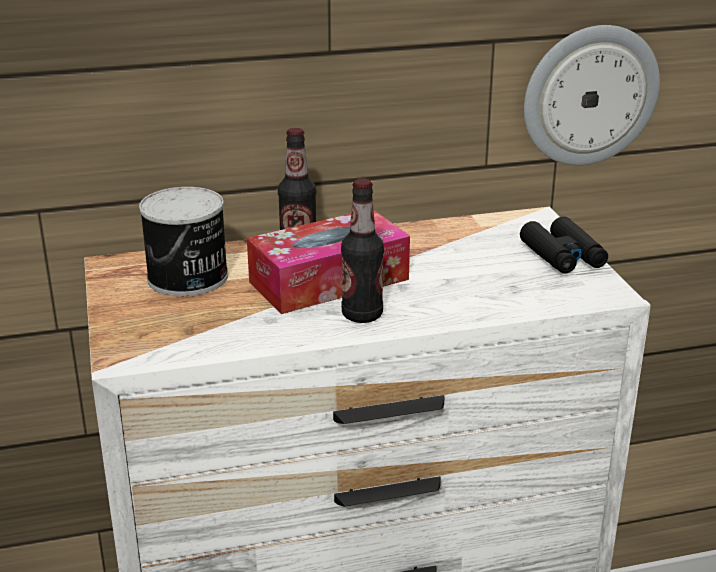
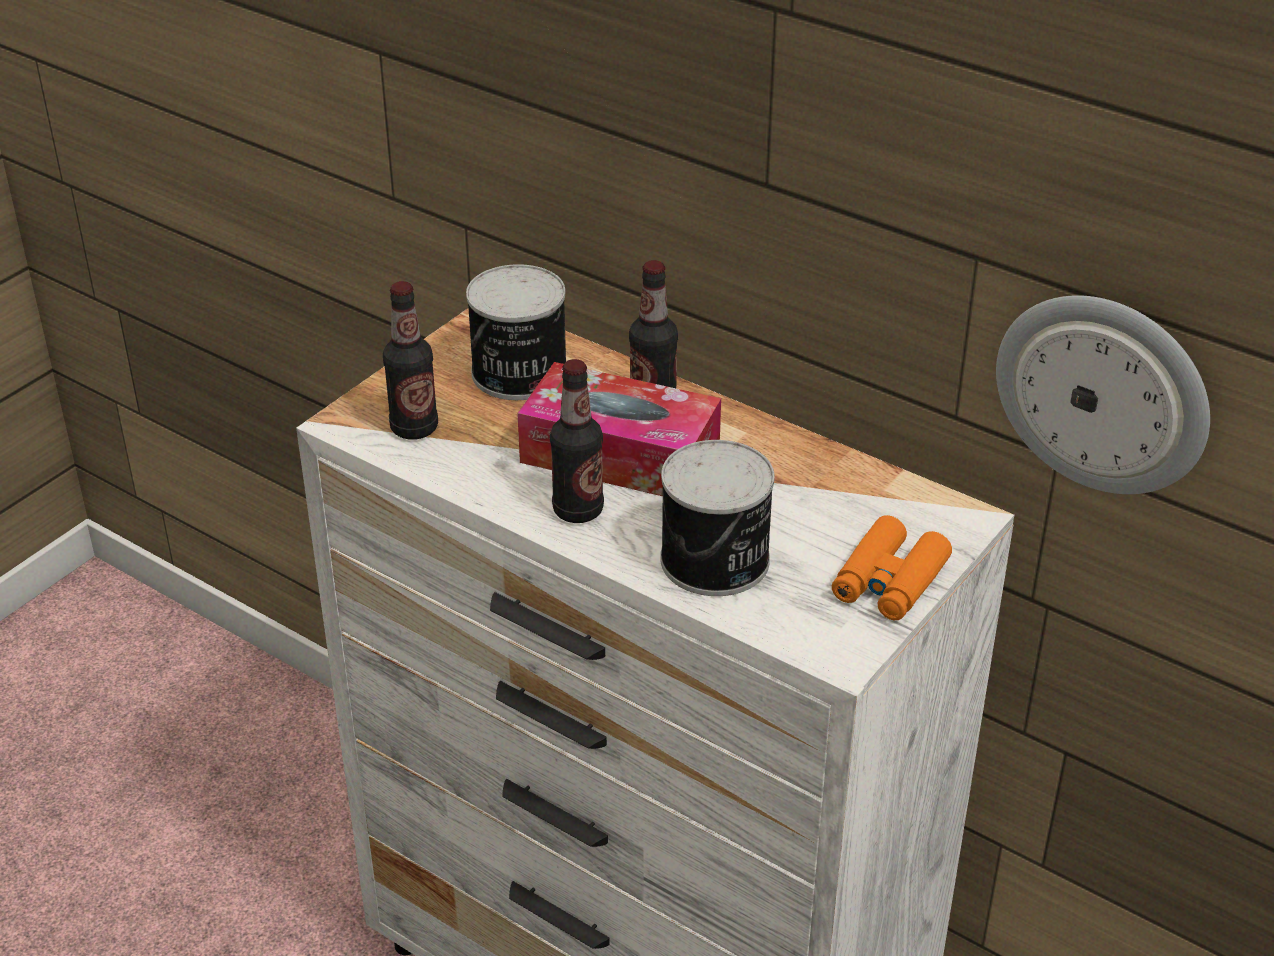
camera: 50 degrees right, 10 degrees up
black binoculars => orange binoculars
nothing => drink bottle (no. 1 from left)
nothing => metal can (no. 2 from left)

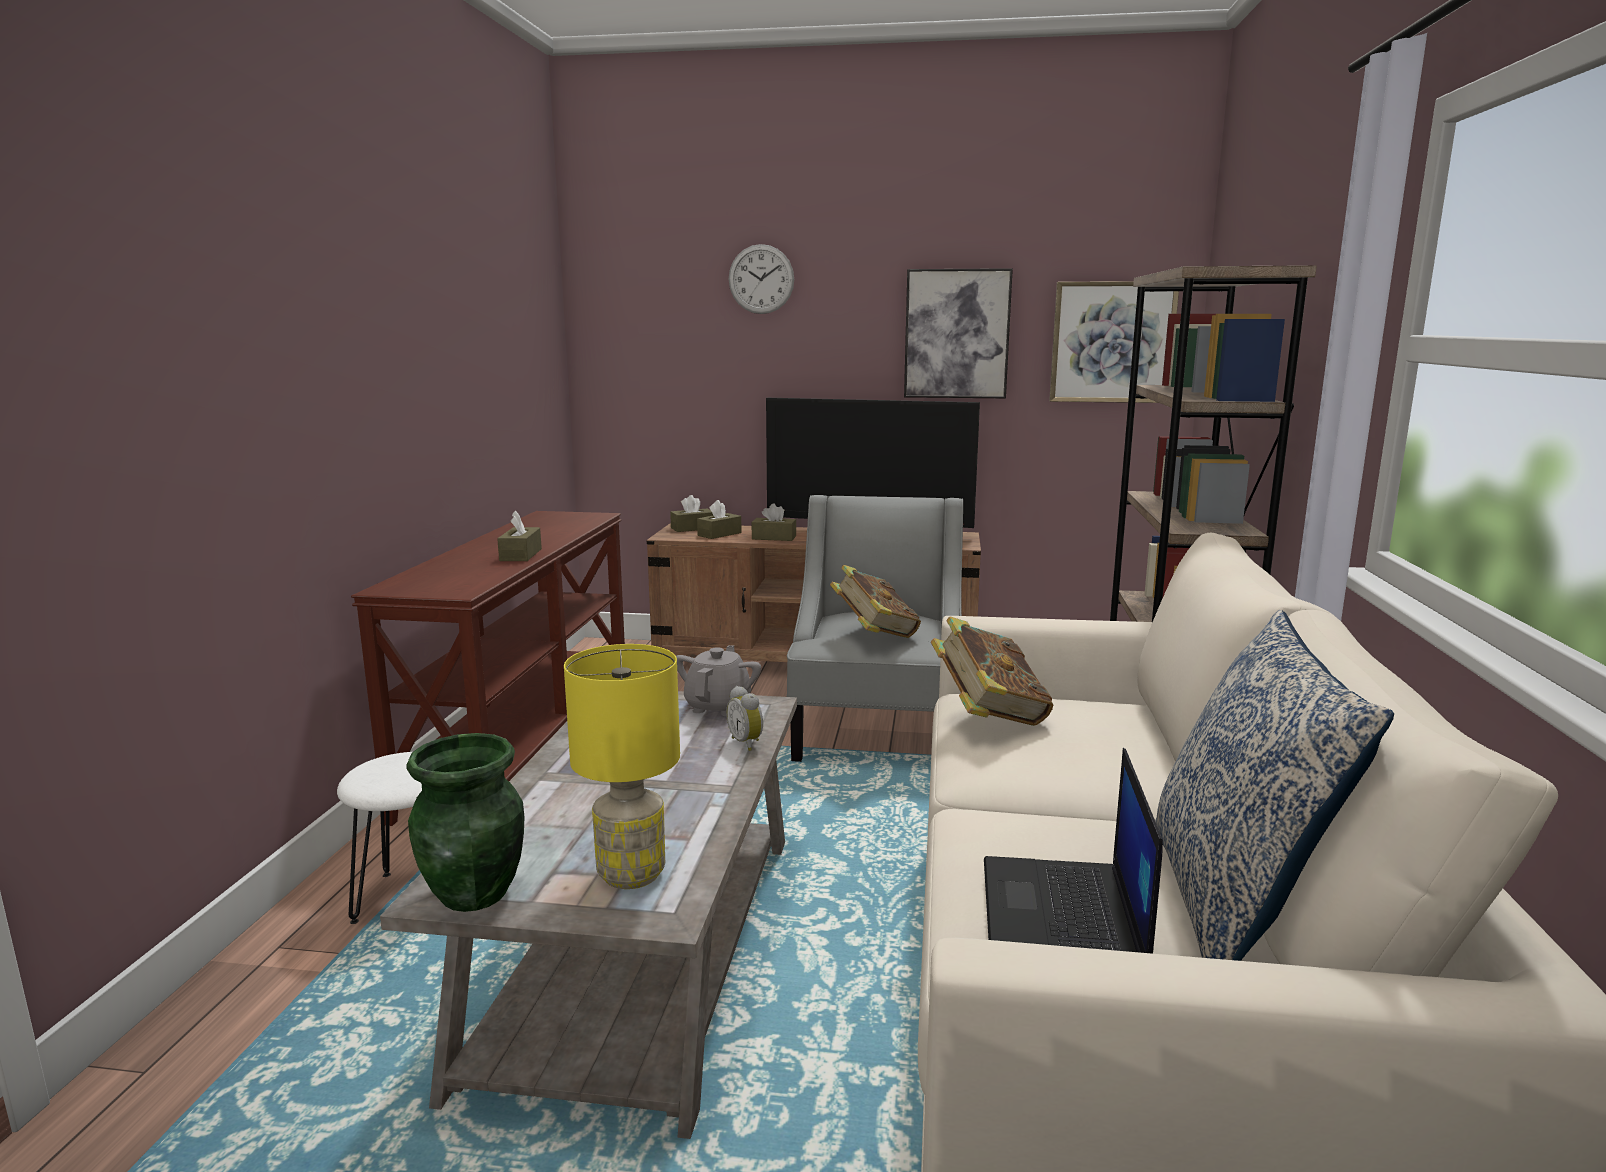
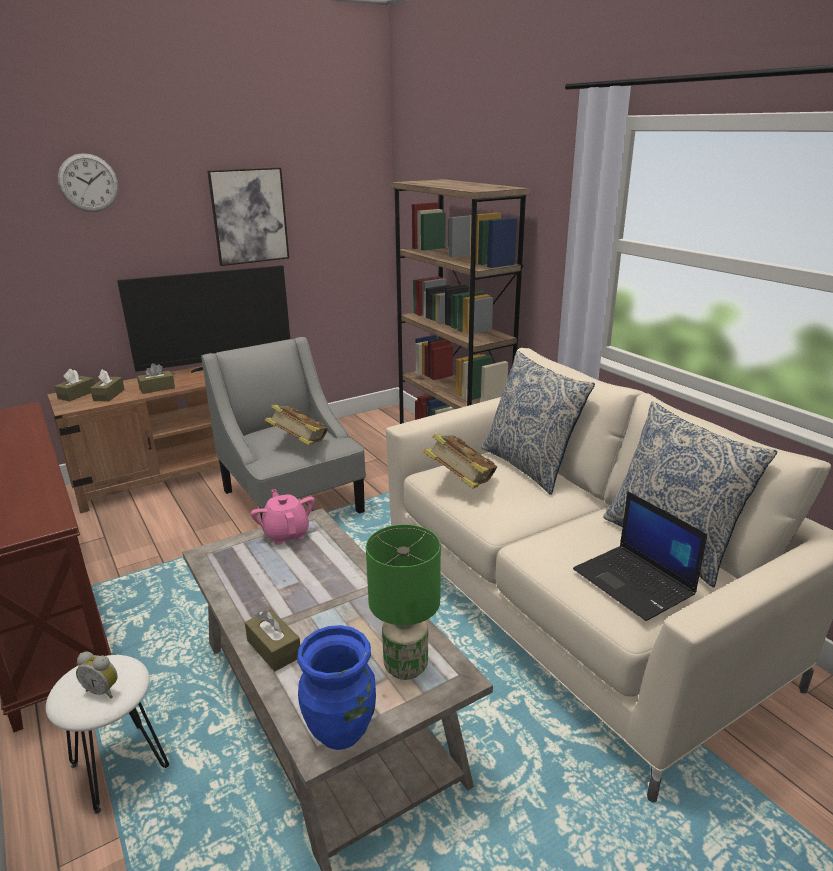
camera: 40 degrees left, 10 degrees up
green vase => blue-coloured vase
brown-coloured box of tissues (no. 1 from left in the first image) => brown-coloured box of tissues (no. 4 from left), shifted
yellow lamp for a table => green lamp for a table
gray pot for tea => pinkish pot for tea
table clock, shifted
picture (no. 2 from left) => nothing
nothing => cushion (no. 1 from left)

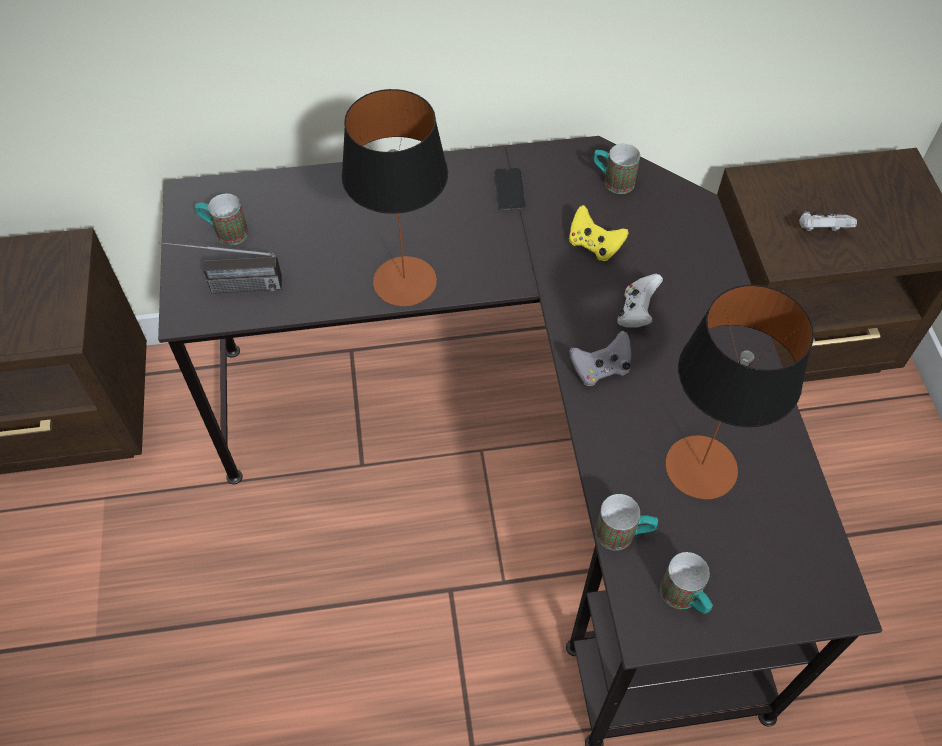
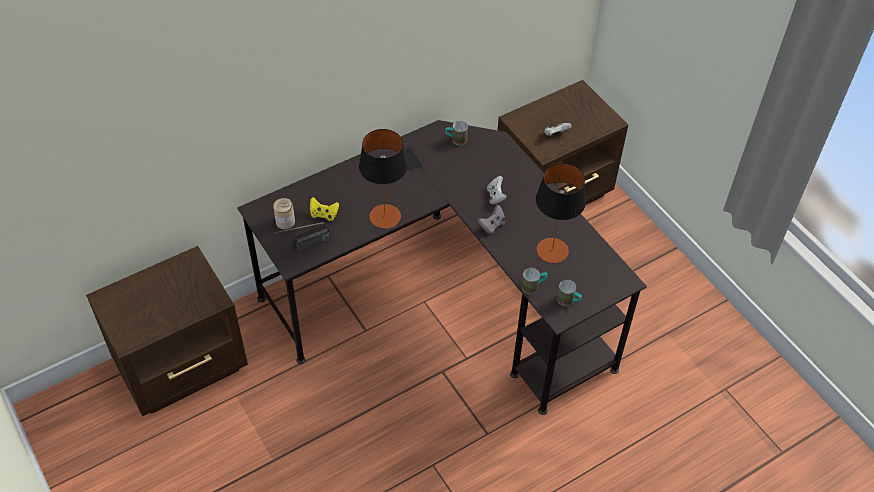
camera: 25 degrees left, 5 degrees down
mug (no. 1 from left) => metal can
yellow gamepad, shifted

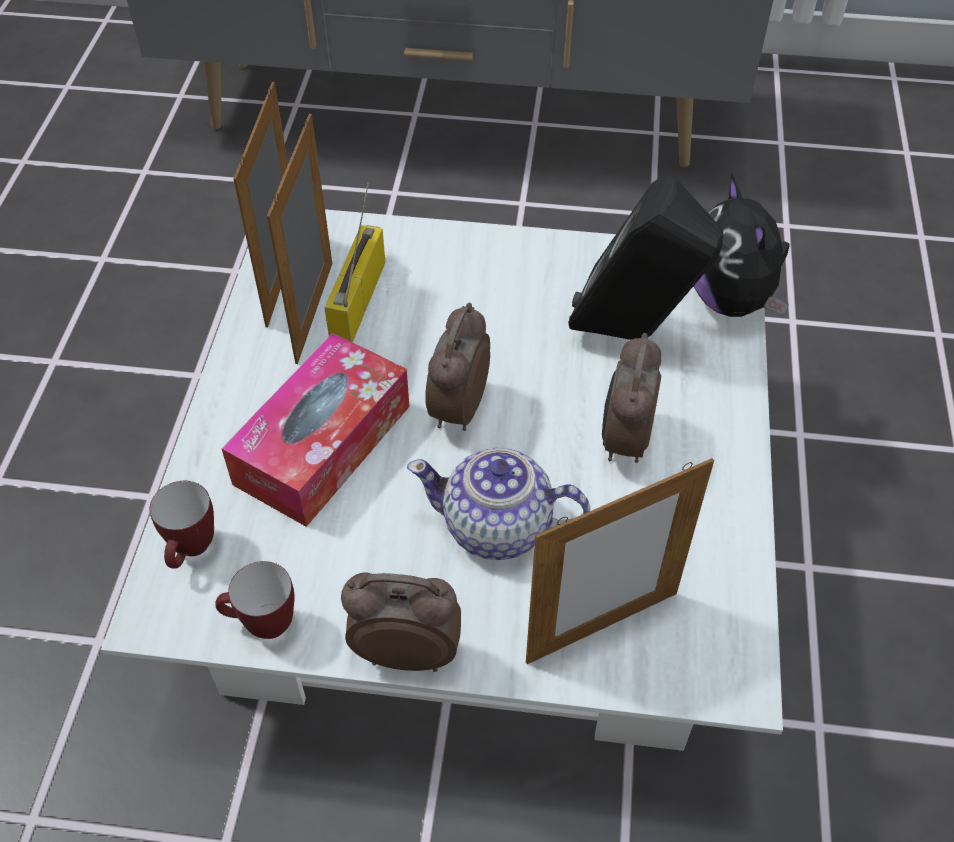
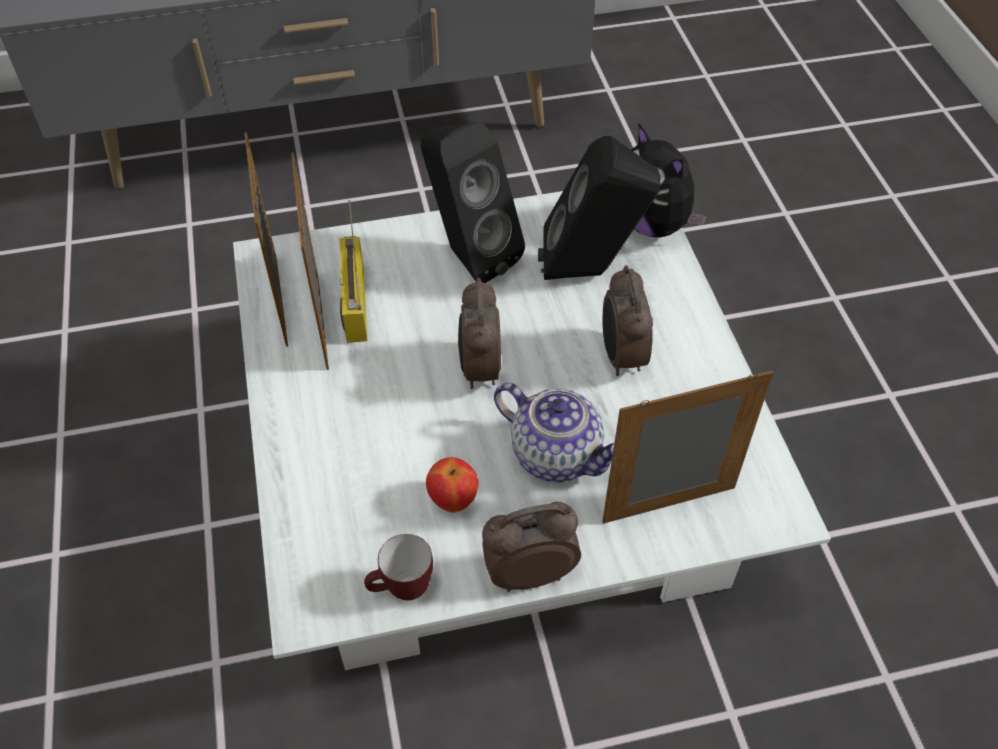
camera: 20 degrees left, 0 degrees up
mug (no. 1 from left) => nothing
box of tissues => nothing
pot for tea, 135 degrees counterclockwise
photo frame (no. 3 from left), 150 degrees counterclockwise
nothing => black loudspeaker (no. 1 from left)
nothing => apple

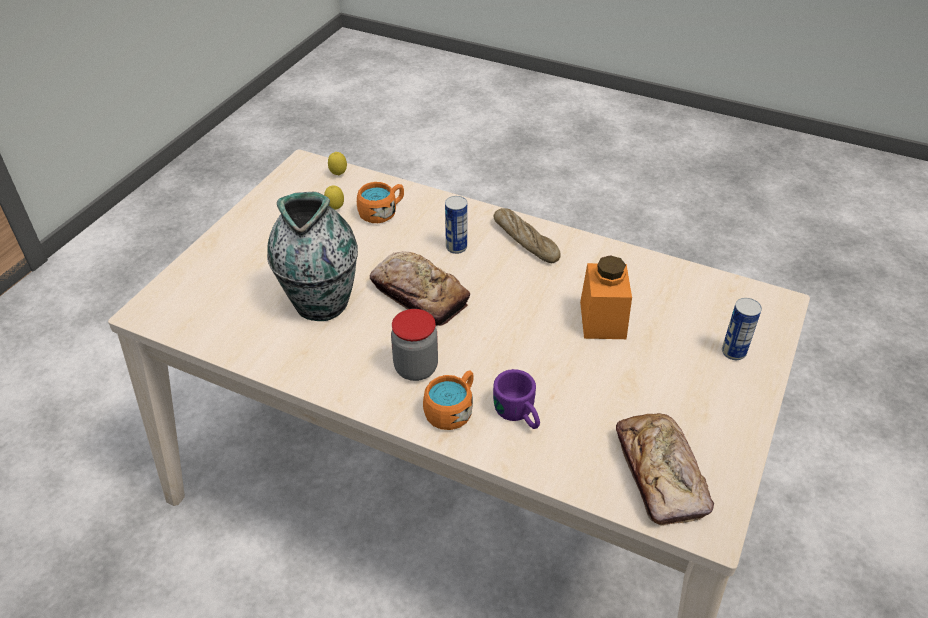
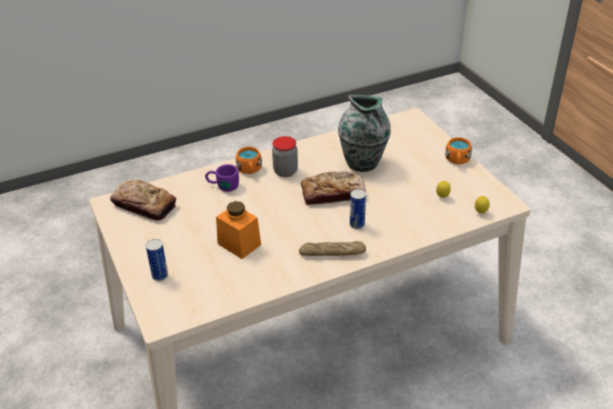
camera: 130 degrees right, 5 degrees down
orange mug (no. 1 from left in the first image) => orange mug (no. 2 from left), shifted

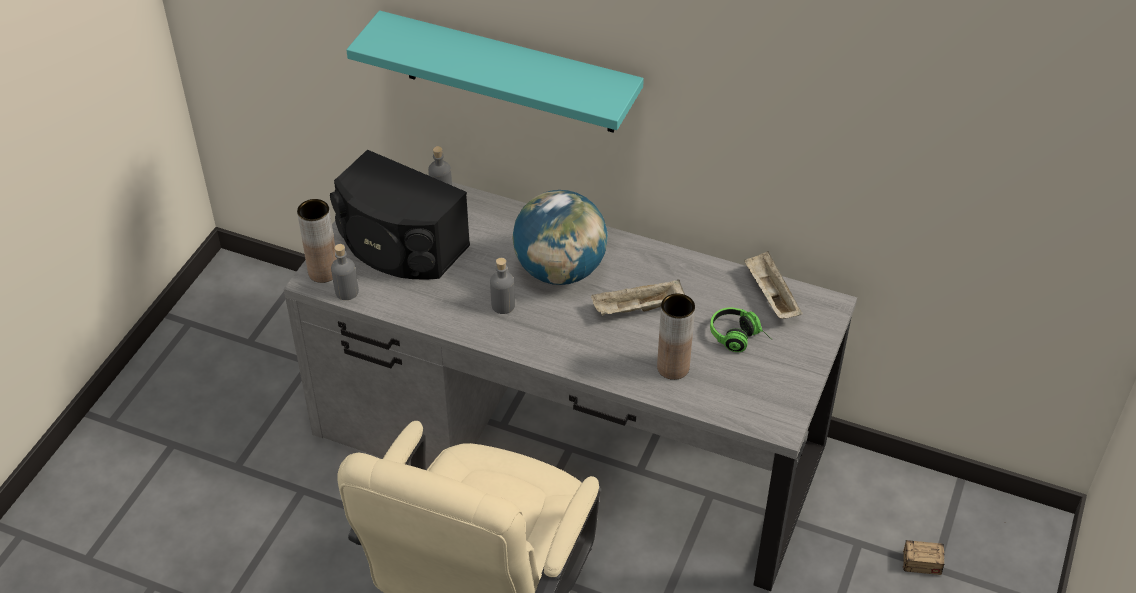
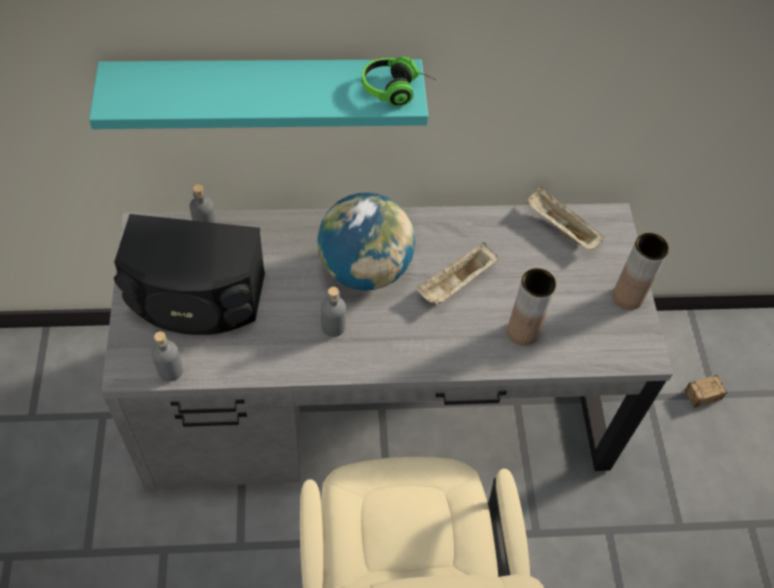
camera: 30 degrees left, 10 degrees up
brown-coloured vase (no. 1 from left in the first image) => brown-coloured vase (no. 2 from left), shifted
headset, shifted

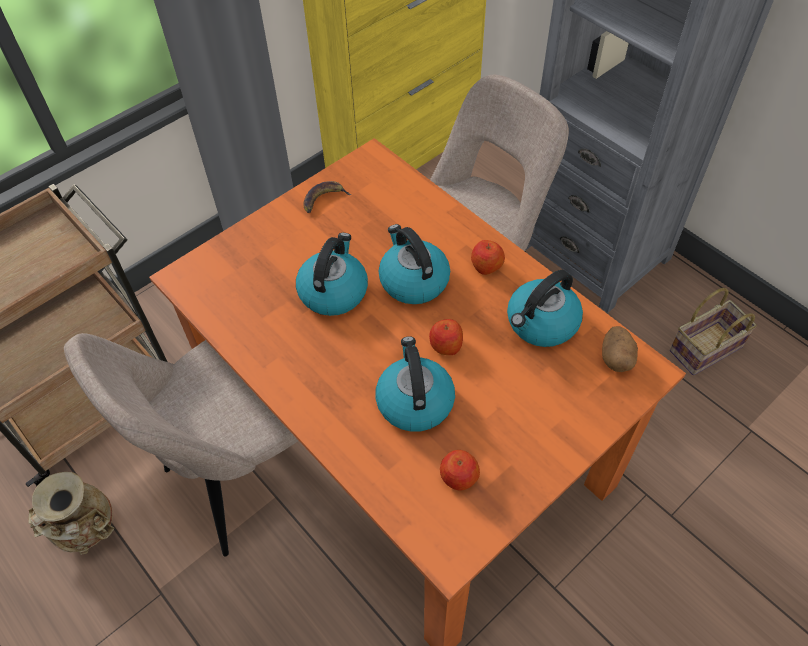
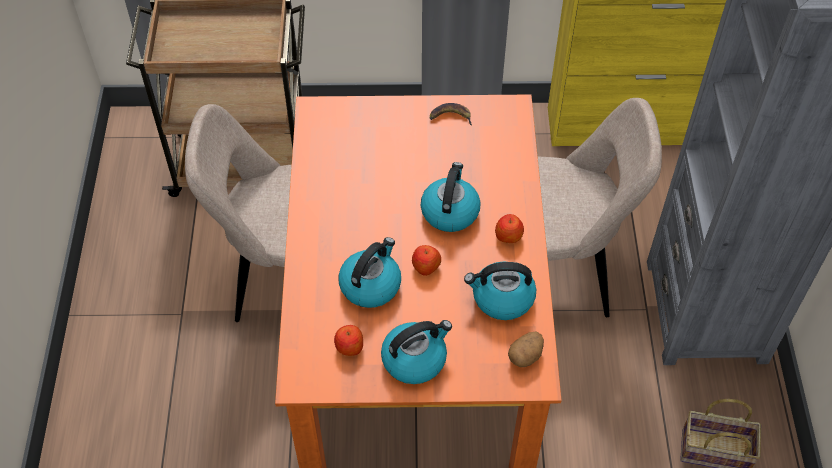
camera: 40 degrees right, 0 degrees up
sand-coloured vase => nothing
water kettle (no. 1 from left in the first image) => water kettle (no. 2 from left), shifted

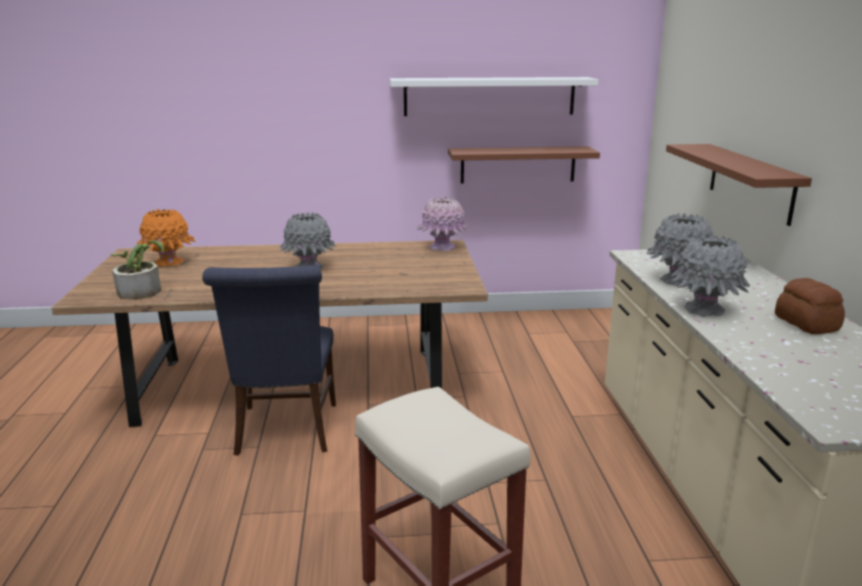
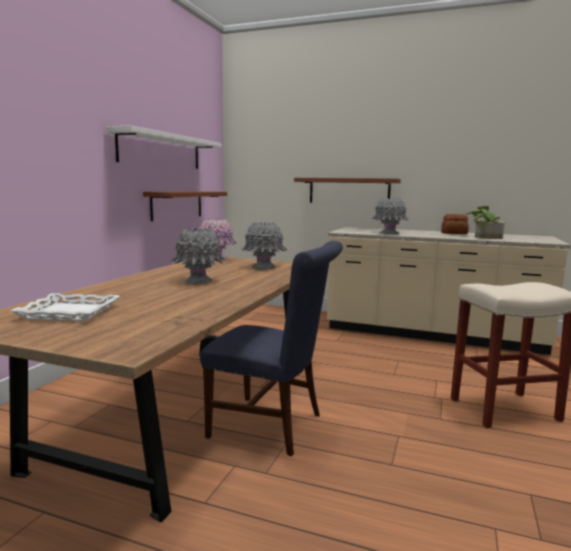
camera: 65 degrees left, 10 degrees down
houseplant, shifted
orange vase => white-coloured serving tray
gray vase (no. 3 from left in the first image) => gray vase (no. 2 from left), shifted

